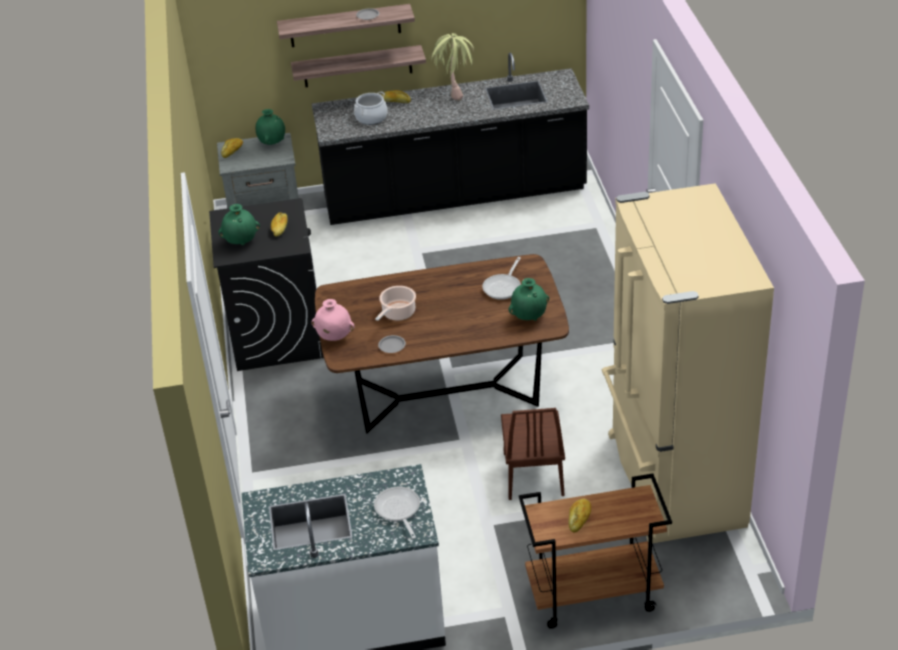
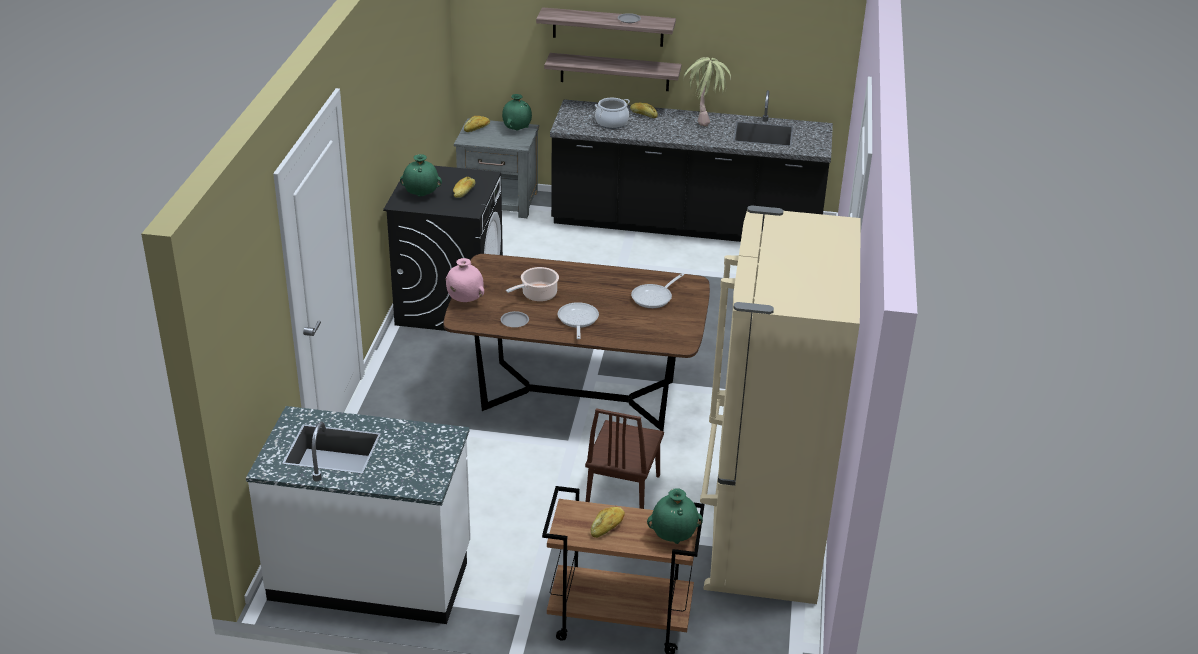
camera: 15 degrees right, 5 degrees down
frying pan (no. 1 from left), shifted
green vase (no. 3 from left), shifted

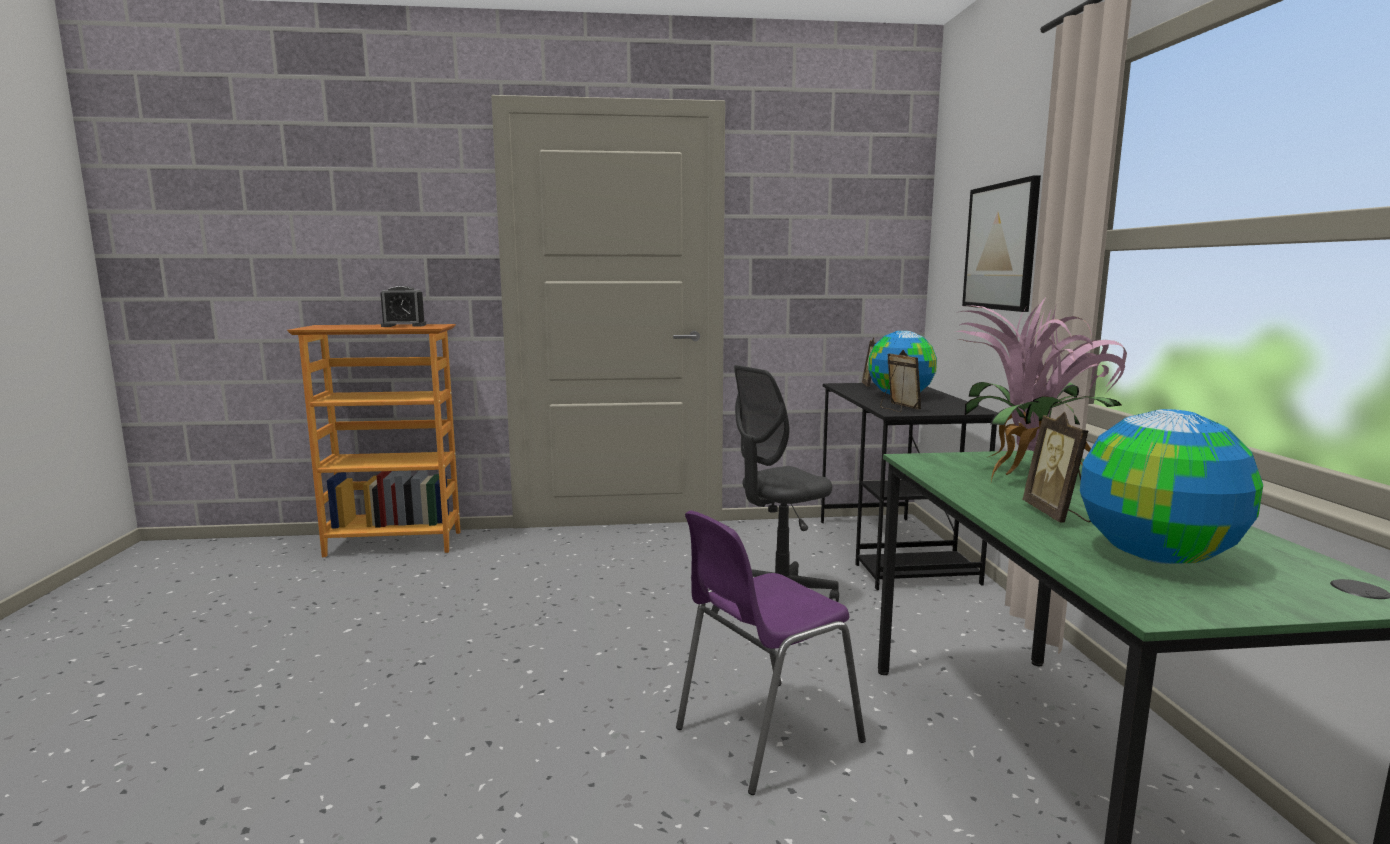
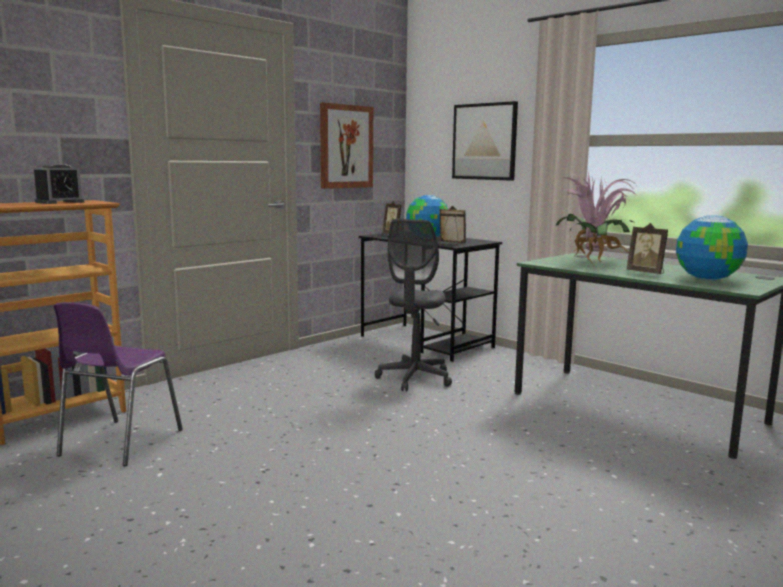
camera: 40 degrees left, 0 degrees up
purple upright chair, shifted
nothing => picture (no. 1 from left)

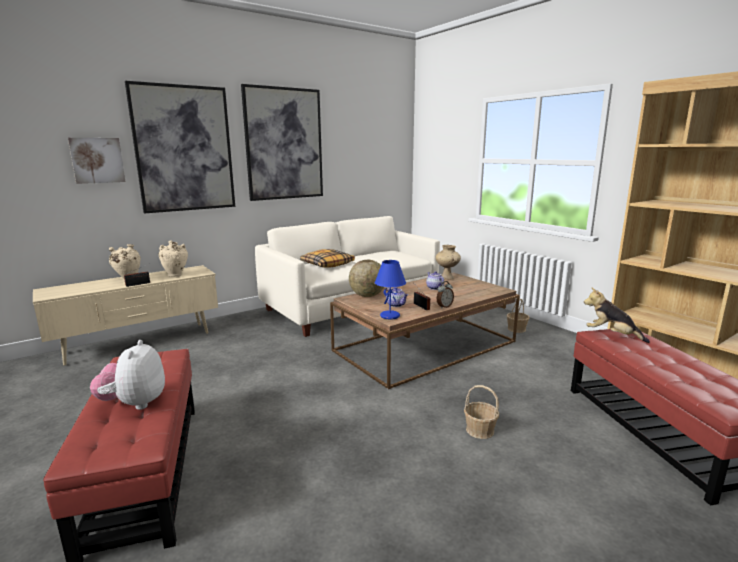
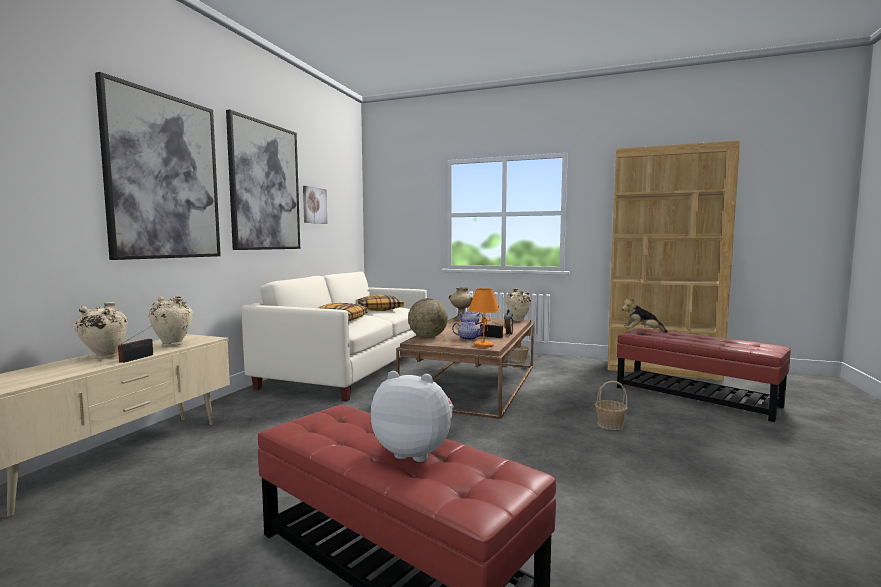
camera: 35 degrees left, 10 degrees down
picture (no. 1 from left in the first image) => picture (no. 3 from left), shifted
plush toy (no. 1 from left), 150 degrees clockwise
blue-coloured lamp for a table => orange lamp for a table
nothing => cushion (no. 2 from left)
nothing => sand-coloured vase (no. 4 from left)

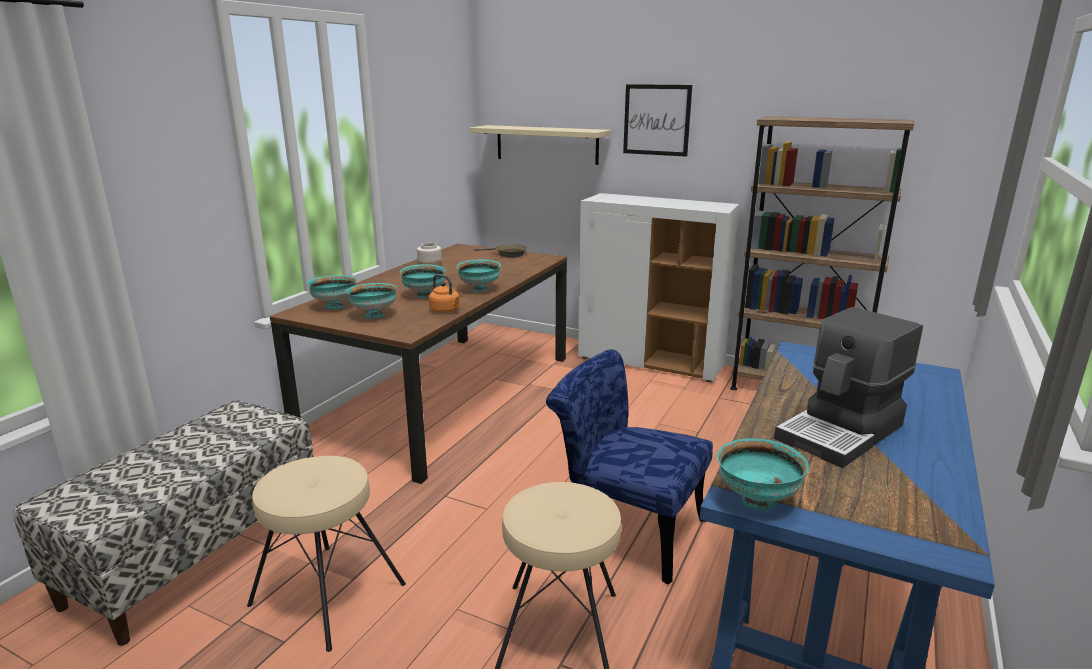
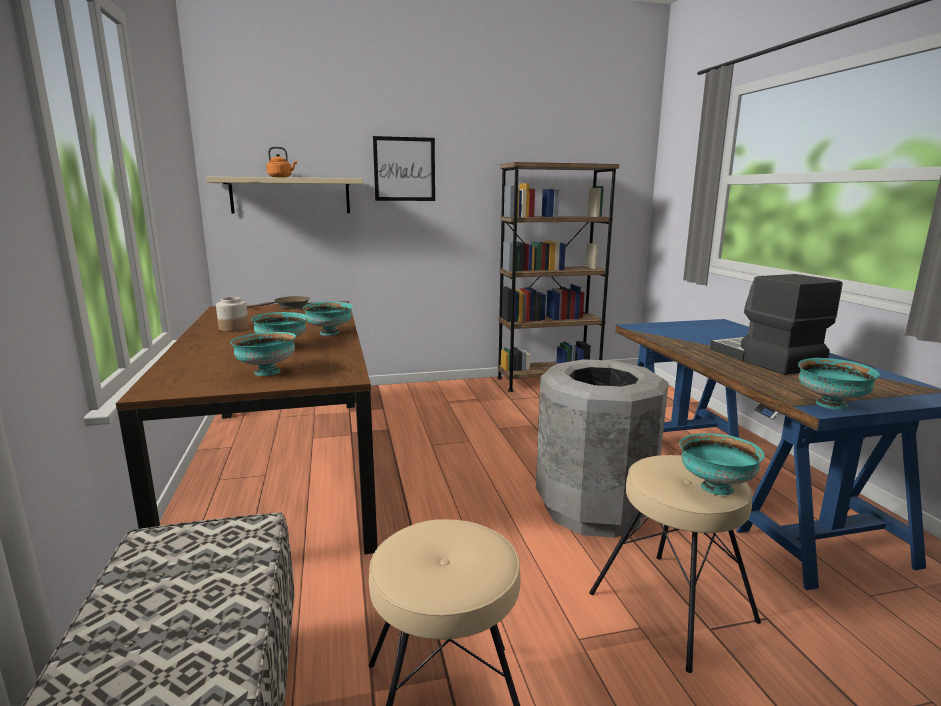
camera: 40 degrees left, 5 degrees down
turquoise-coloured bowl (no. 1 from left in the first image) => turquoise-coloured bowl (no. 4 from left), shifted
orange water kettle, shifted
blue-coloured upright chair => gray rubbish bin
white-coloured storage cabinet => nothing
coffee maker, 150 degrees clockwise

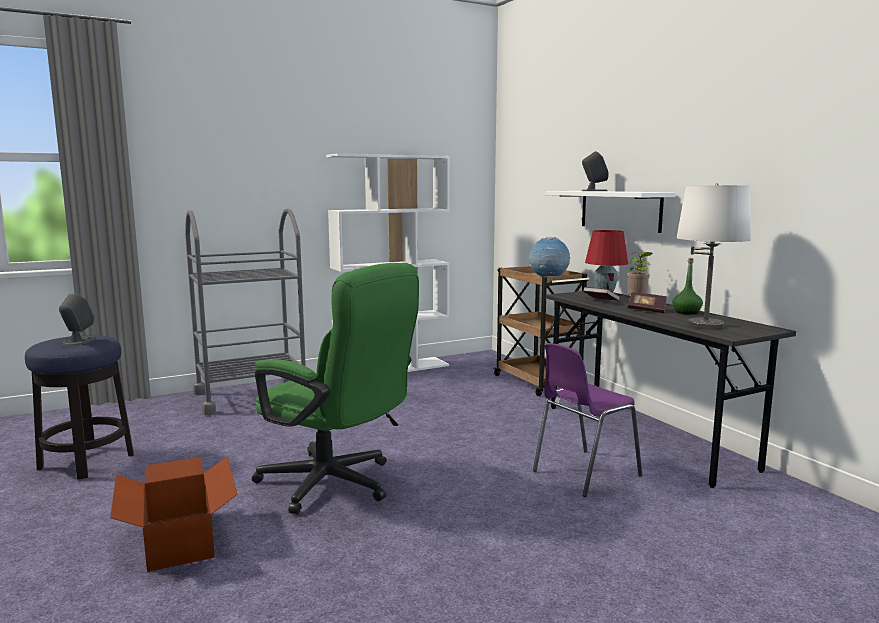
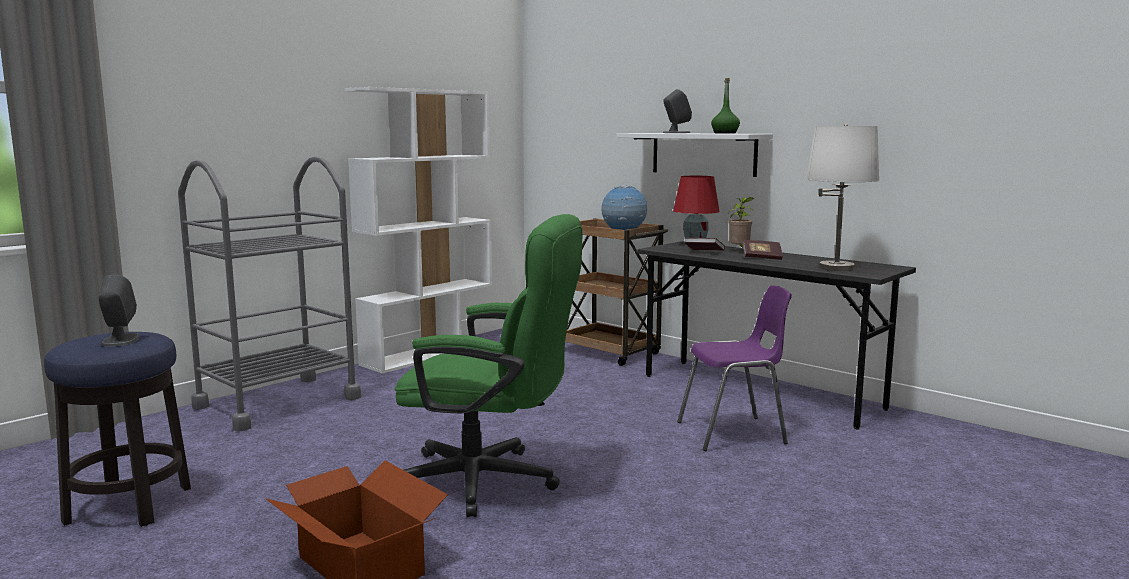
camera: 20 degrees left, 0 degrees up
purple upright chair, 135 degrees counterclockwise
green drink bottle, shifted

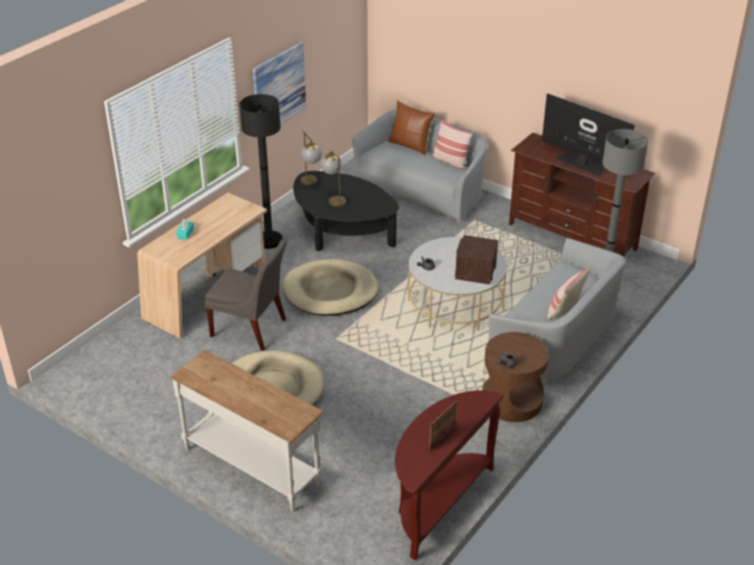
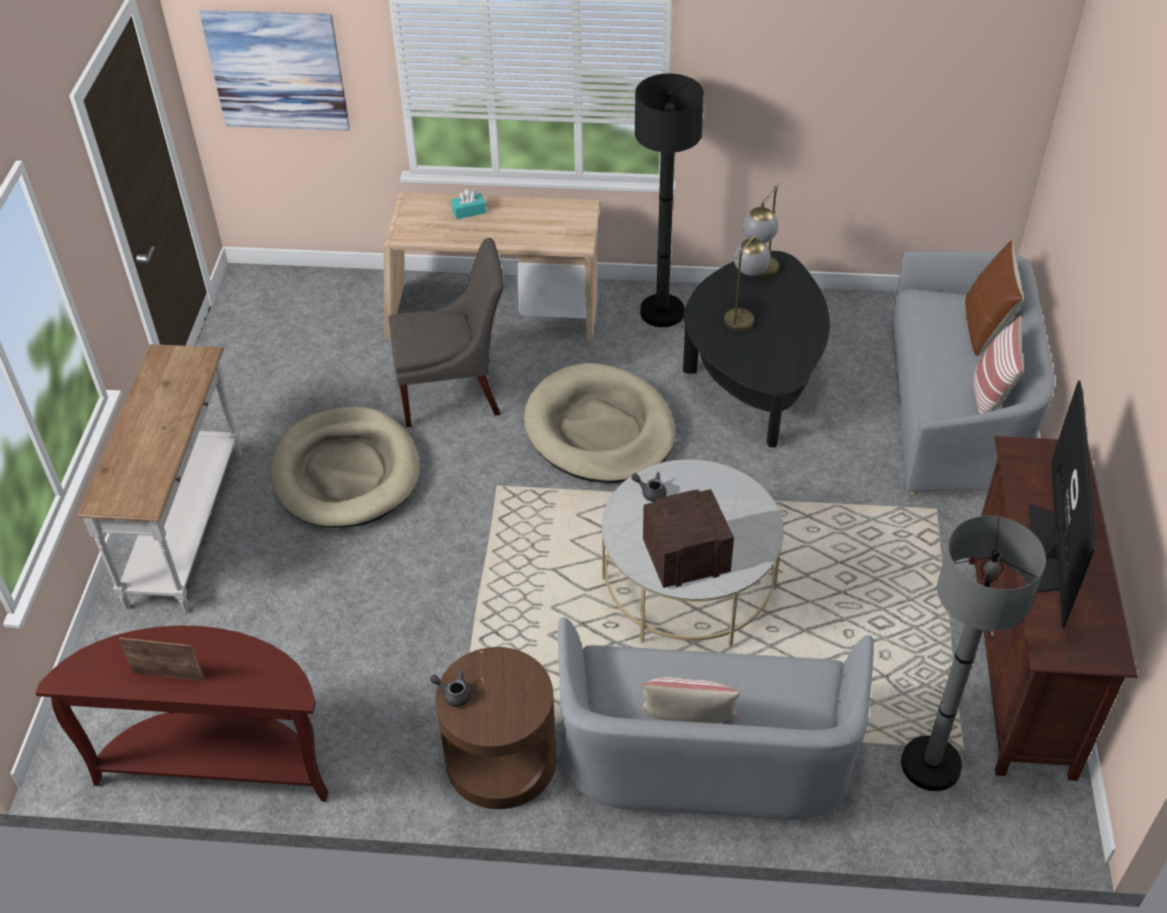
camera: 60 degrees right, 10 degrees up
gray upright chair, 90 degrees counterclockwise
picture, shifted

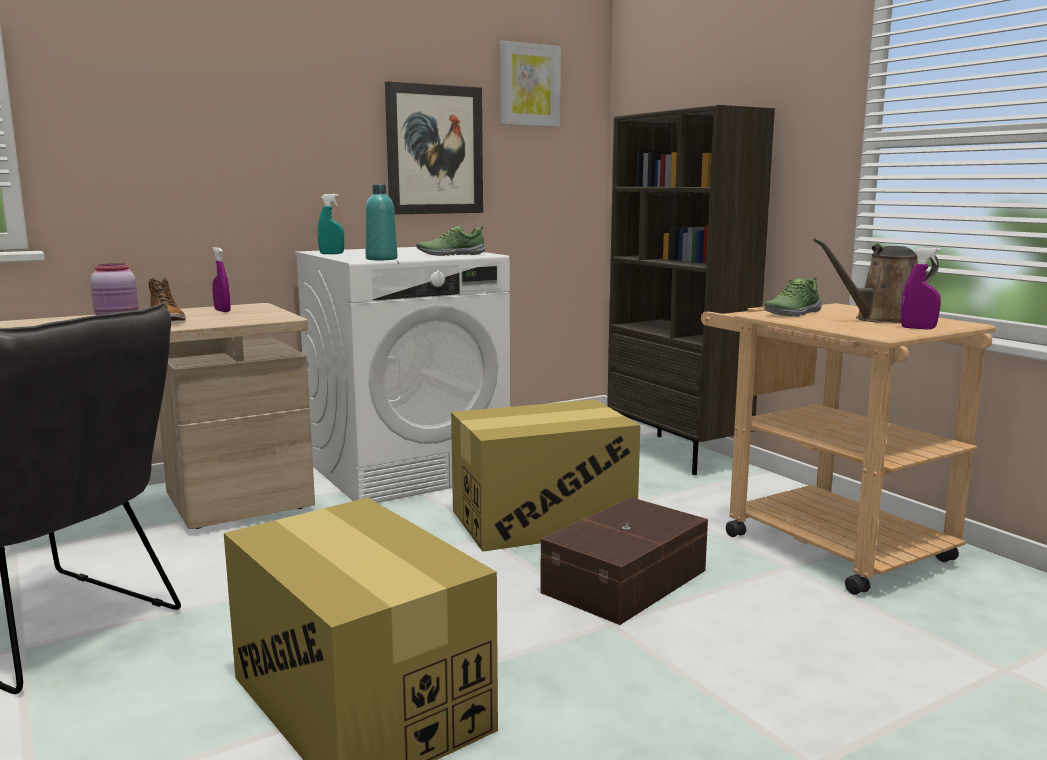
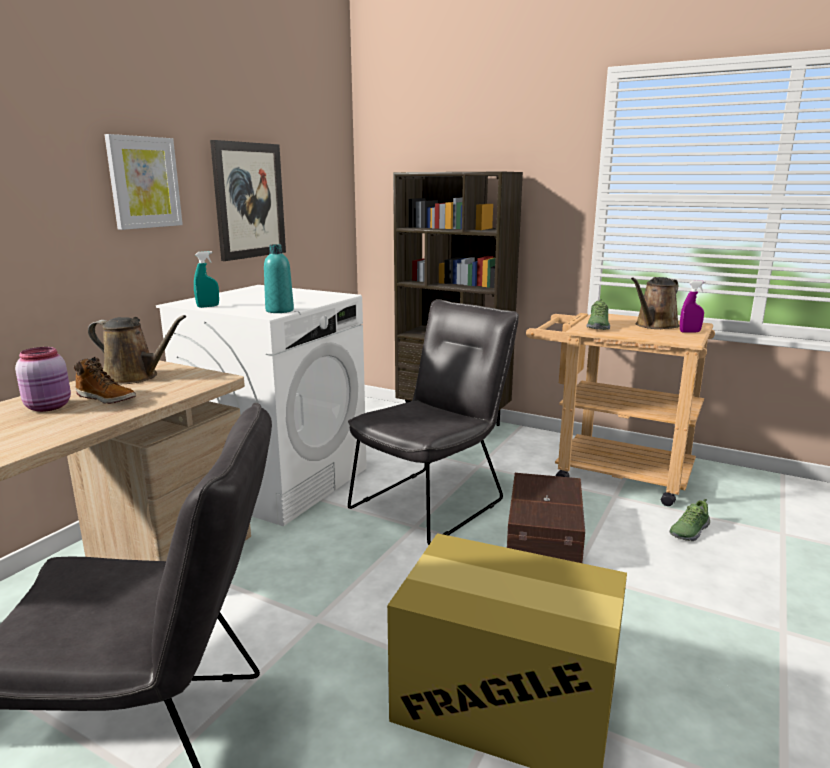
camera: 30 degrees left, 5 degrees up
purple hand sprayer (no. 1 from left) => brown-coloured watering pot (no. 1 from left)
item of footwear (no. 1 from left in the first image) => item of footwear (no. 2 from left), shifted
carton (no. 2 from left) => gray upright chair (no. 2 from left)
picture (no. 2 from left in the first image) => picture (no. 1 from left), shifted

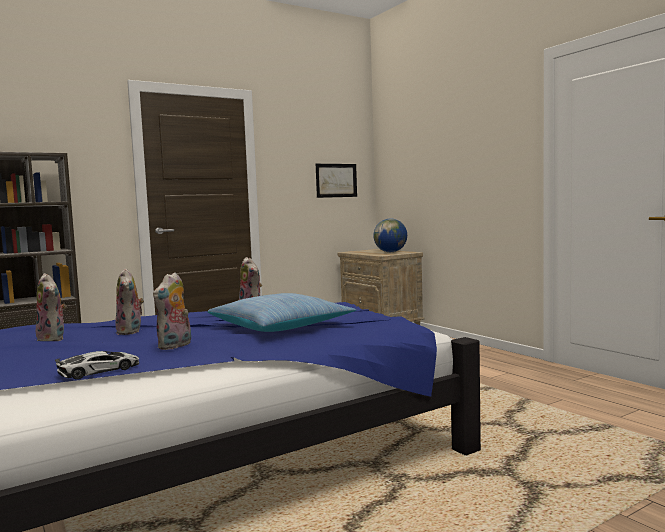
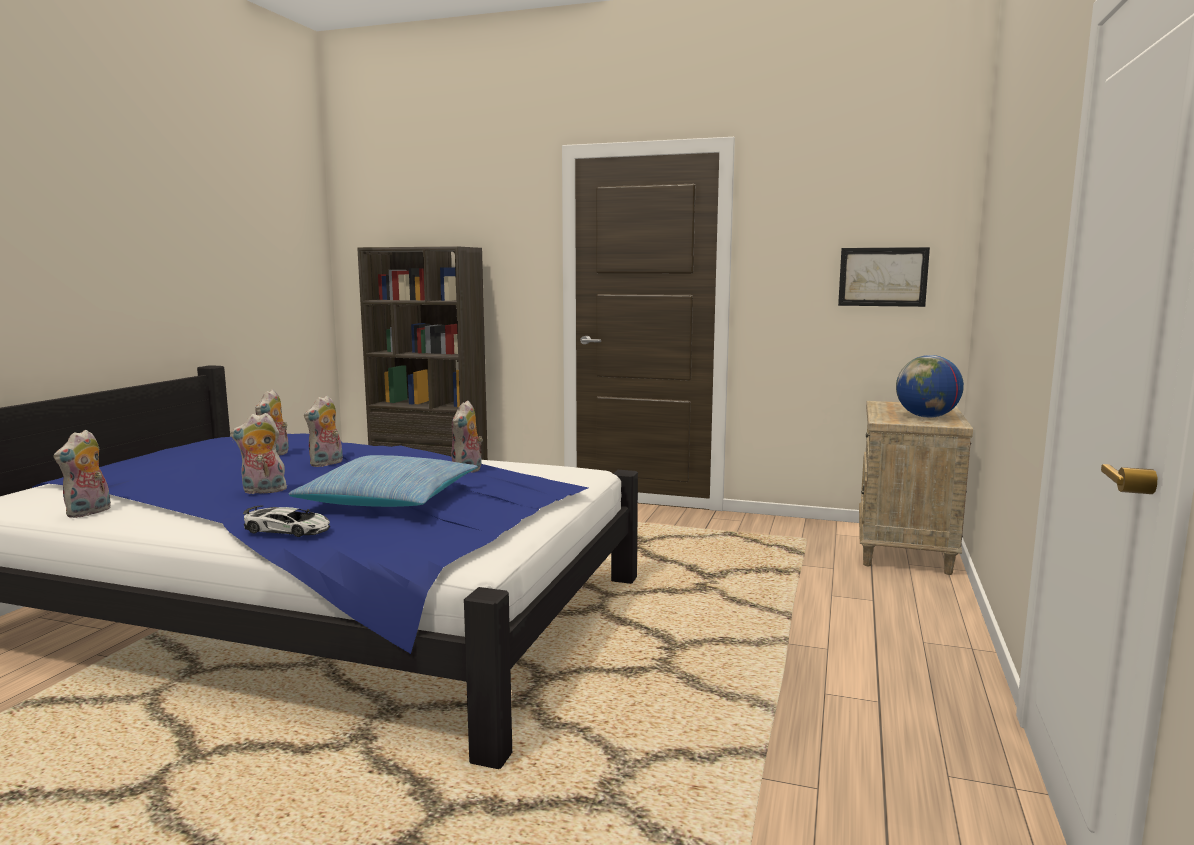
camera: 50 degrees right, 5 degrees up
miniature car, shifted
nothing => plush toy (no. 1 from left)

